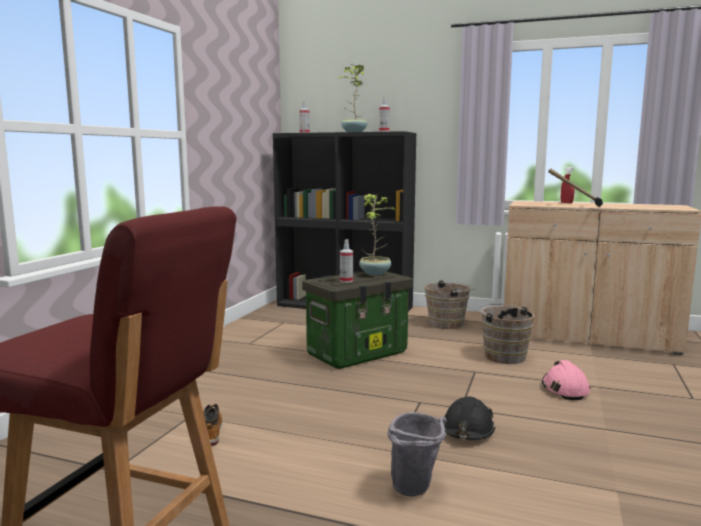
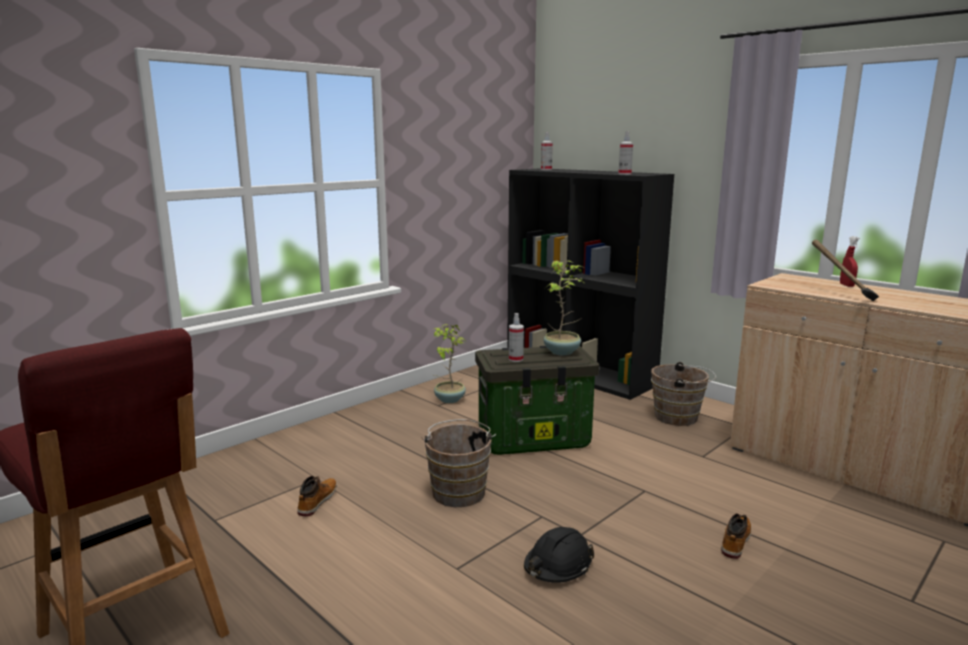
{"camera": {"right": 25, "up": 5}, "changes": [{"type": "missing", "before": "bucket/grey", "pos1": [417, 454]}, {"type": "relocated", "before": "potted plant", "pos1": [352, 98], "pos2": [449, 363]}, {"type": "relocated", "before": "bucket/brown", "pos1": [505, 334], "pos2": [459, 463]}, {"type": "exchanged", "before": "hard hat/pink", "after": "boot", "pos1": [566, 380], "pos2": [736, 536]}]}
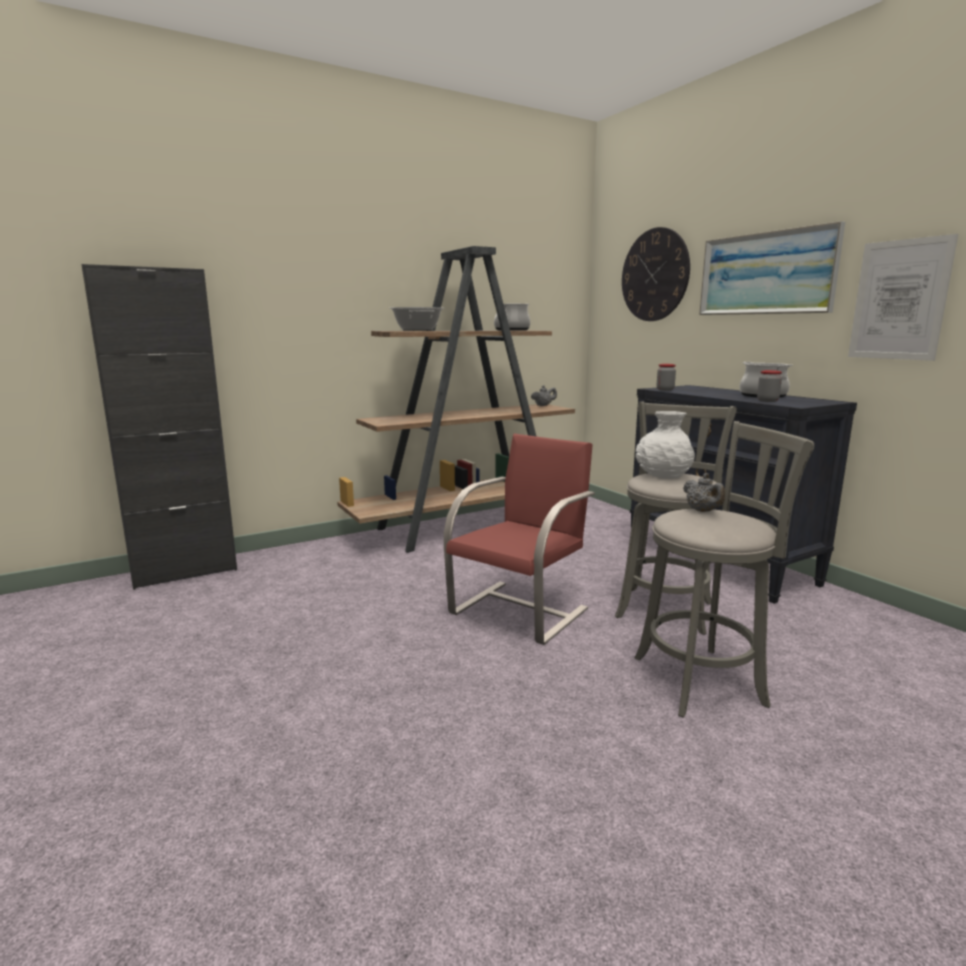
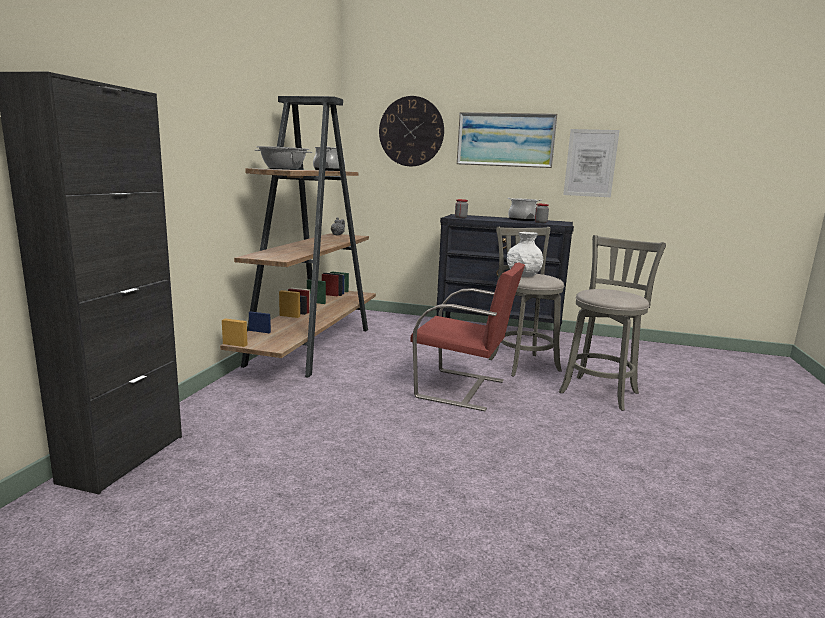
{"camera": {"right": -45, "up": 0}, "changes": [{"type": "missing", "before": "teapot/grey", "pos1": [704, 492]}, {"type": "spun", "before": "chair/red", "pos1": [519, 539], "pos2": [467, 336], "turn": 120}]}
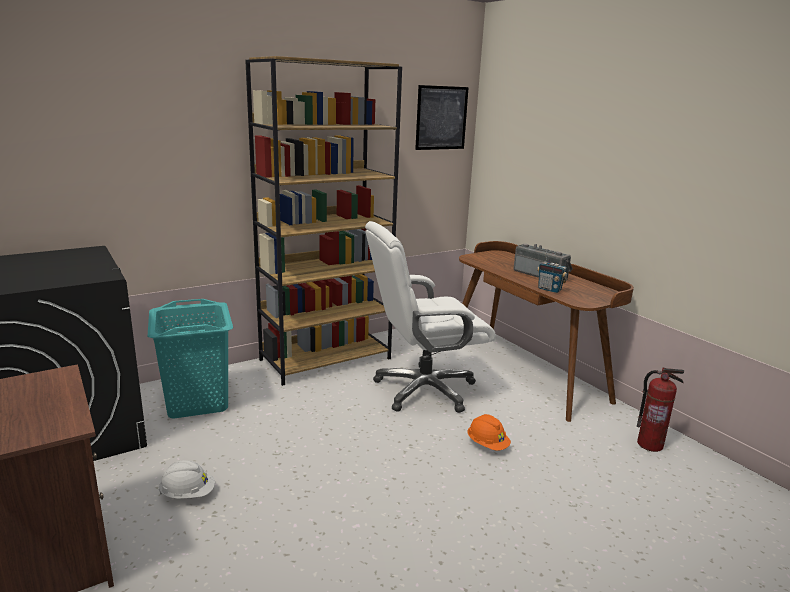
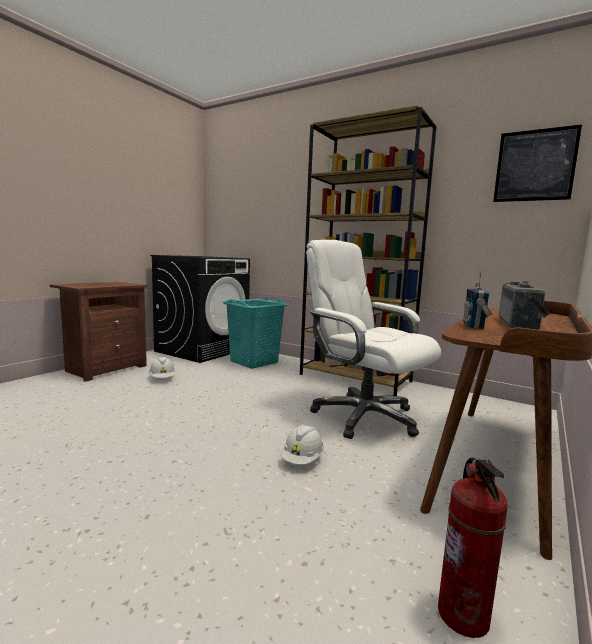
{"camera": {"right": 65, "up": -10}, "changes": [{"type": "colour", "before": "hard hat/orange", "after": "hard hat/white", "pos1": [489, 432], "pos2": [302, 445]}]}
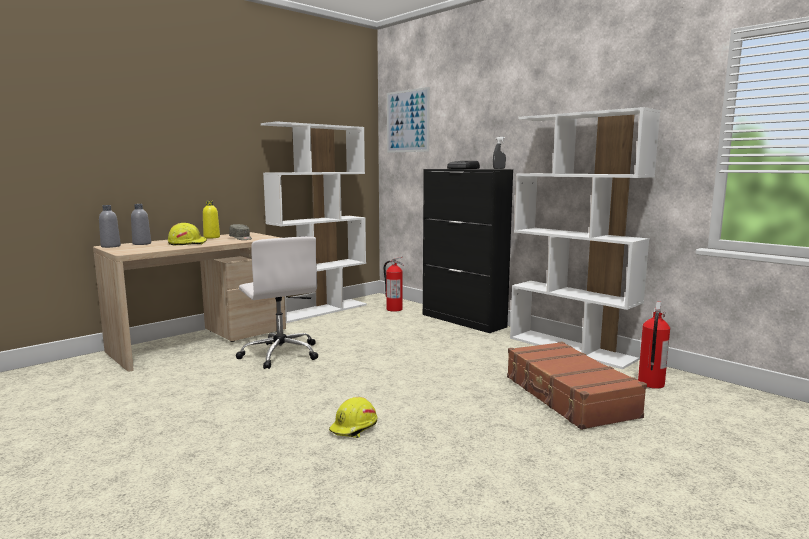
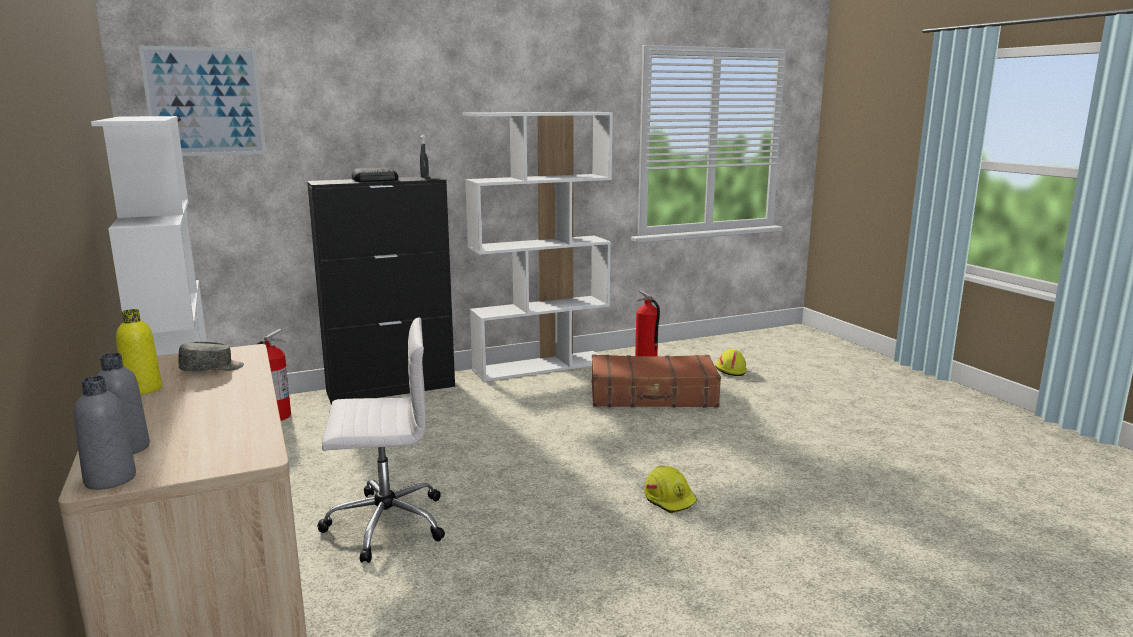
{"camera": {"right": -70, "up": 5}, "changes": [{"type": "relocated", "before": "hard hat/yellow", "pos1": [187, 234], "pos2": [731, 362]}]}
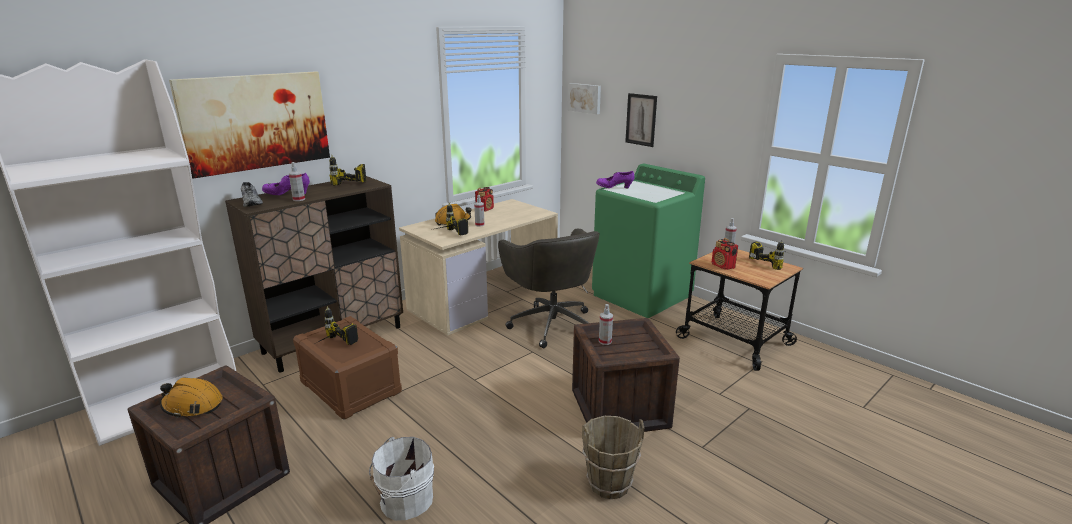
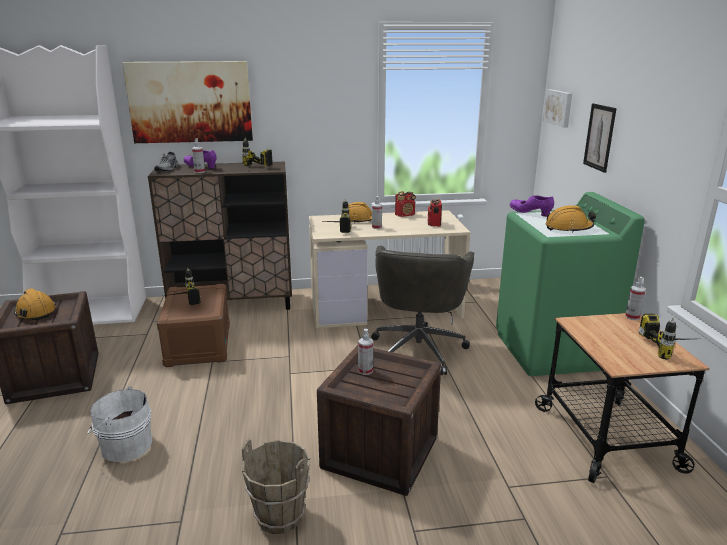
{"camera": {"right": 35, "up": 0}, "changes": [{"type": "appeared", "after": "hard hat/orange", "pos2": [571, 219]}, {"type": "relocated", "before": "radio", "pos1": [725, 254], "pos2": [435, 213]}]}
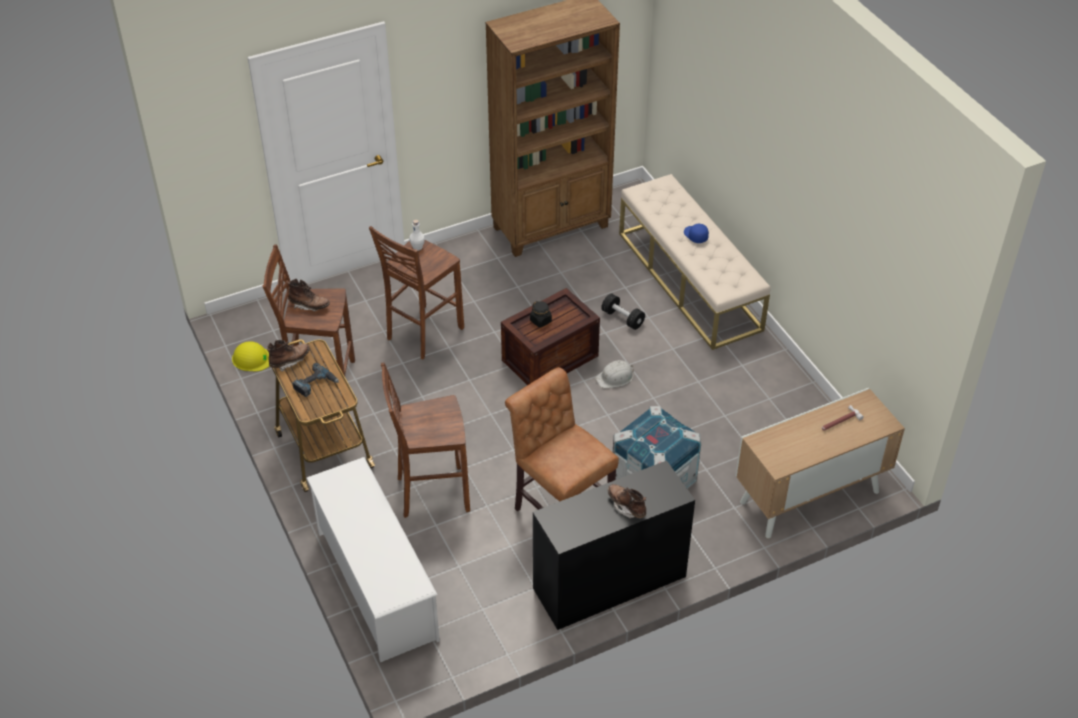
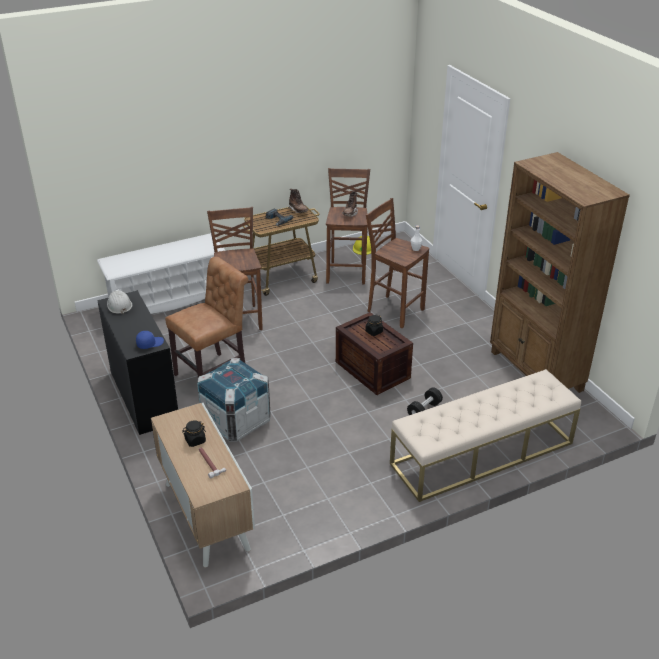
{"camera": {"right": 90, "up": -10}, "changes": [{"type": "missing", "before": "boot/brown", "pos1": [626, 501]}, {"type": "appeared", "after": "jar/black", "pos2": [194, 433]}, {"type": "relocated", "before": "hard hat/white", "pos1": [614, 374], "pos2": [119, 302]}, {"type": "relocated", "before": "cap/blue", "pos1": [696, 233], "pos2": [150, 340]}]}
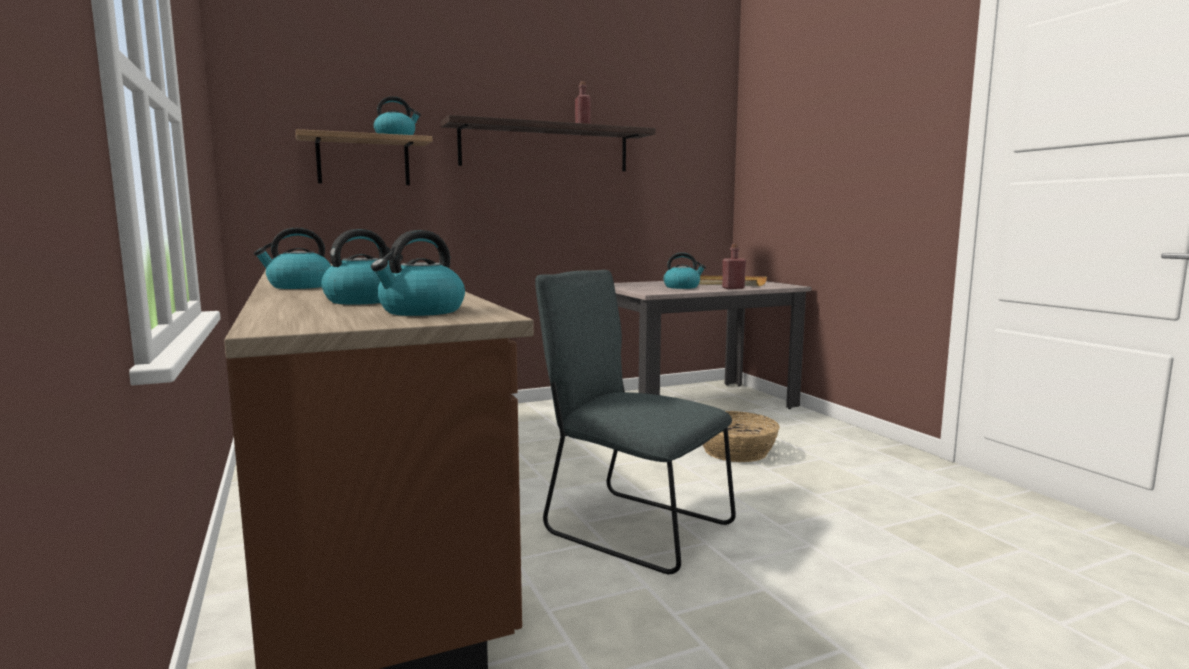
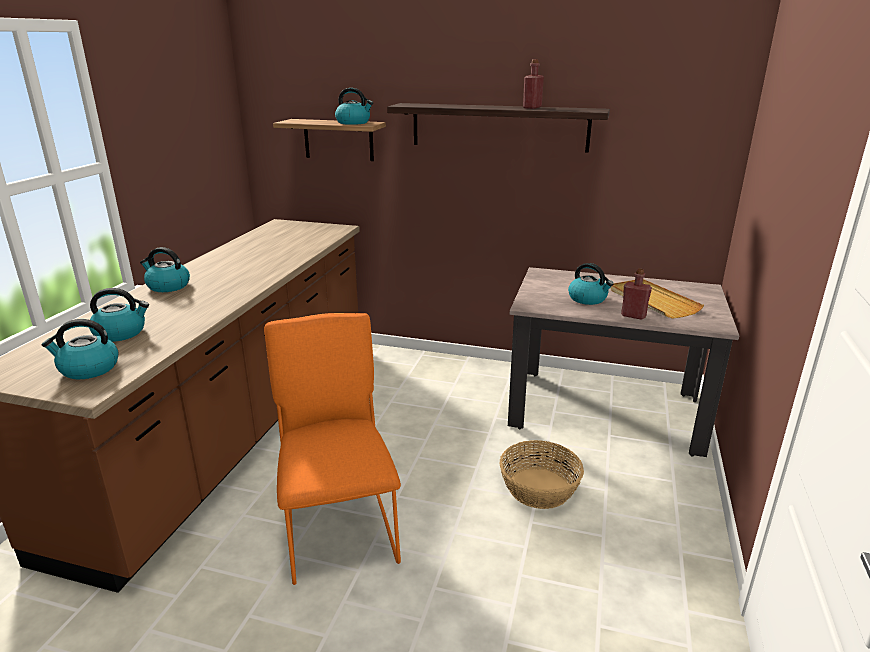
{"camera": {"right": 40, "up": 15}, "changes": [{"type": "colour", "before": "chair/grey", "after": "chair/orange", "pos1": [635, 422], "pos2": [332, 449]}]}
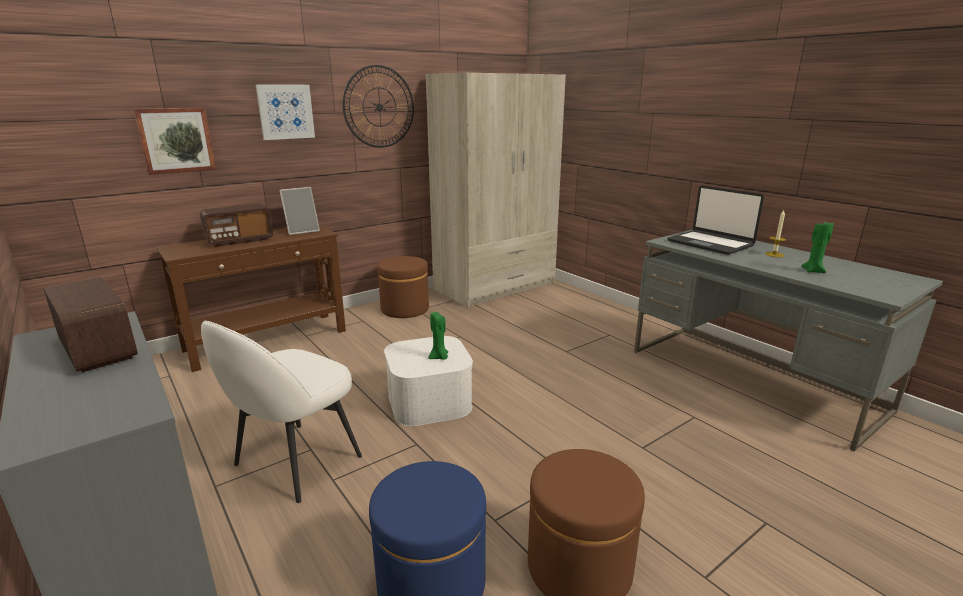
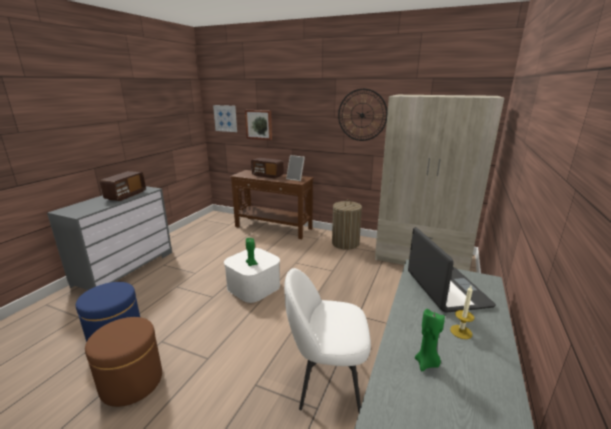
{"camera": {"right": 60, "up": 0}, "changes": [{"type": "relocated", "before": "chair/white", "pos1": [281, 412], "pos2": [327, 340]}, {"type": "relocated", "before": "picture", "pos1": [285, 112], "pos2": [225, 118]}, {"type": "exchanged", "before": "ottoman/brown", "after": "laundry basket", "pos1": [403, 287], "pos2": [347, 224]}, {"type": "spun", "before": "laptop", "pos1": [715, 220], "pos2": [452, 270], "turn": 150}]}
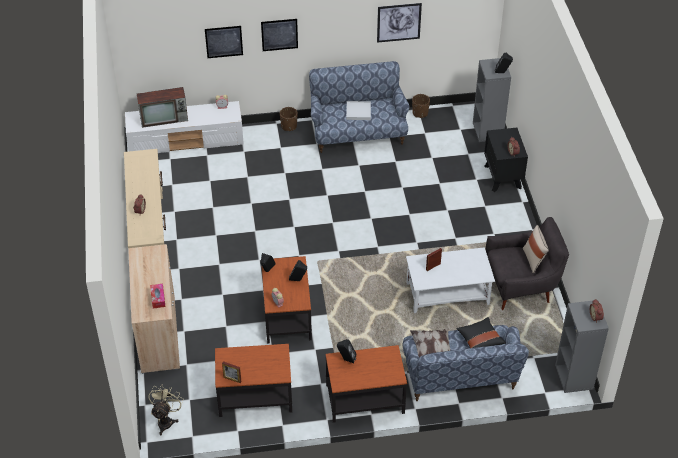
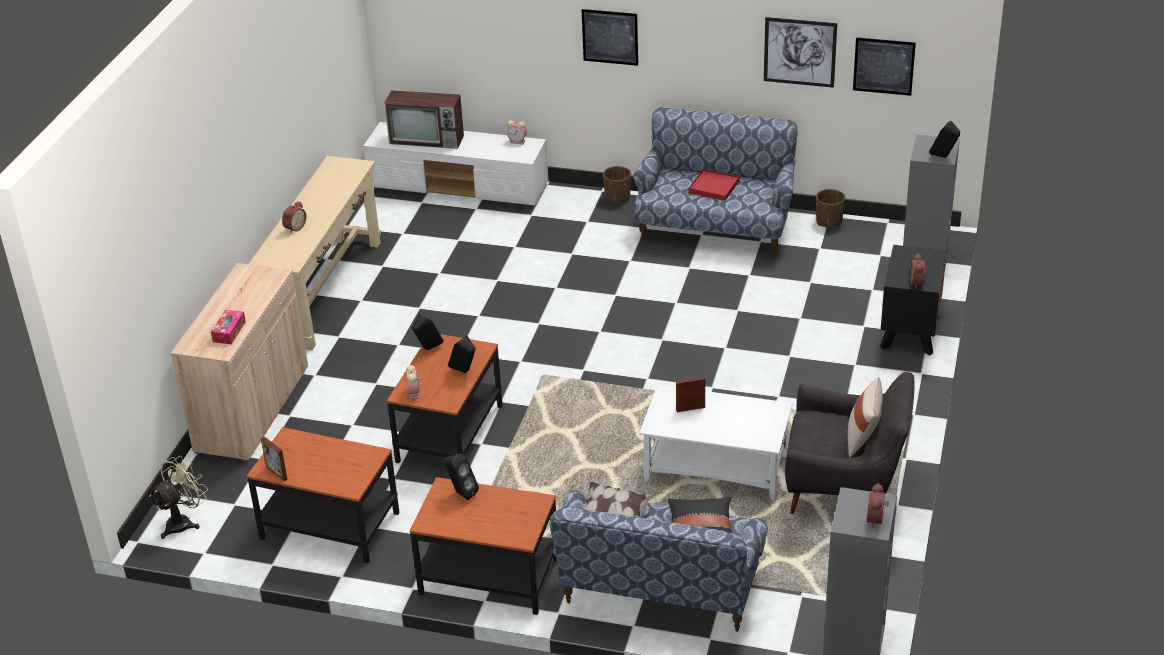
{"camera": {"right": 25, "up": -10}, "changes": [{"type": "relocated", "before": "picture", "pos1": [224, 42], "pos2": [884, 66]}, {"type": "colour", "before": "tray/white", "after": "tray/red", "pos1": [358, 110], "pos2": [714, 185]}]}
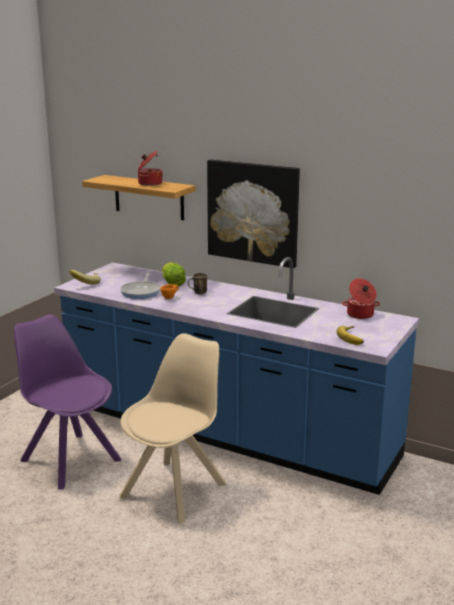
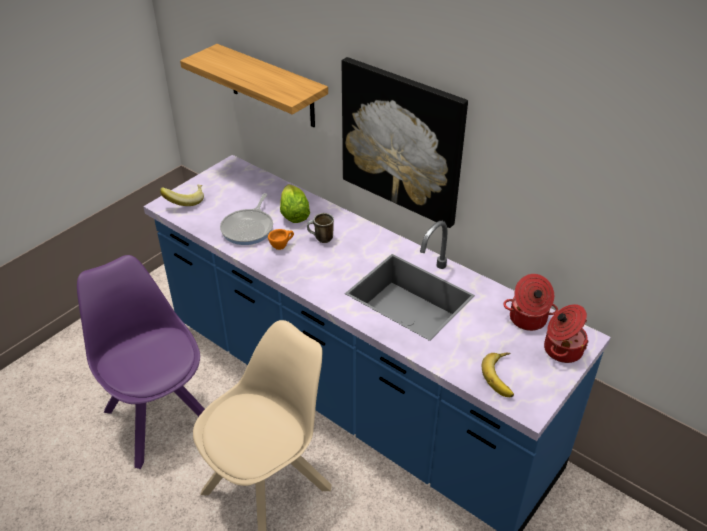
{"camera": {"right": 10, "up": 20}, "changes": [{"type": "relocated", "before": "cooking pot", "pos1": [150, 168], "pos2": [566, 333]}]}
